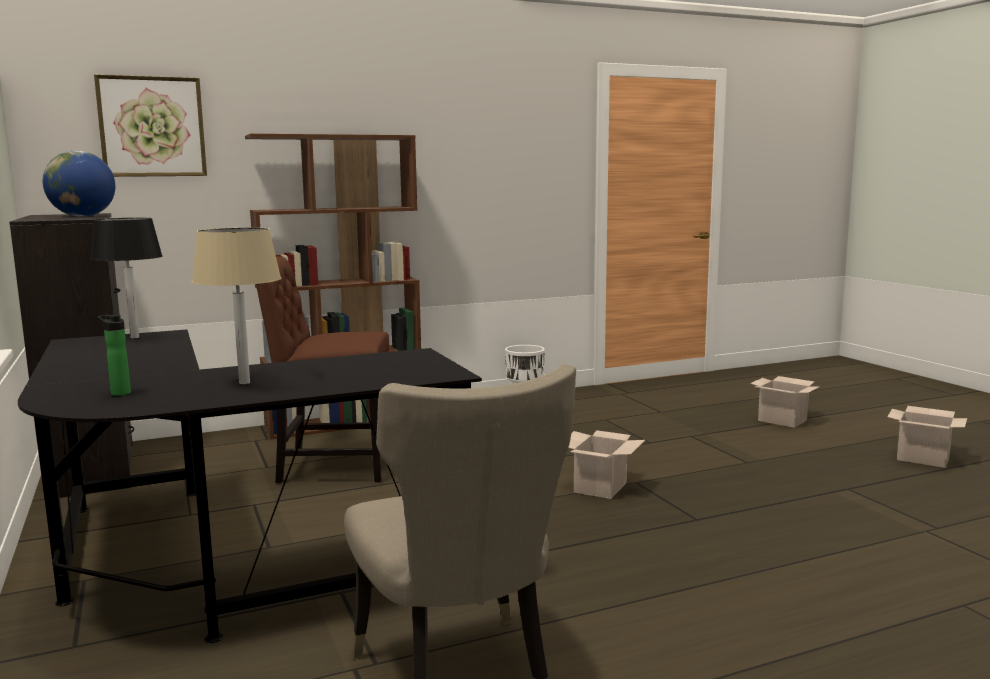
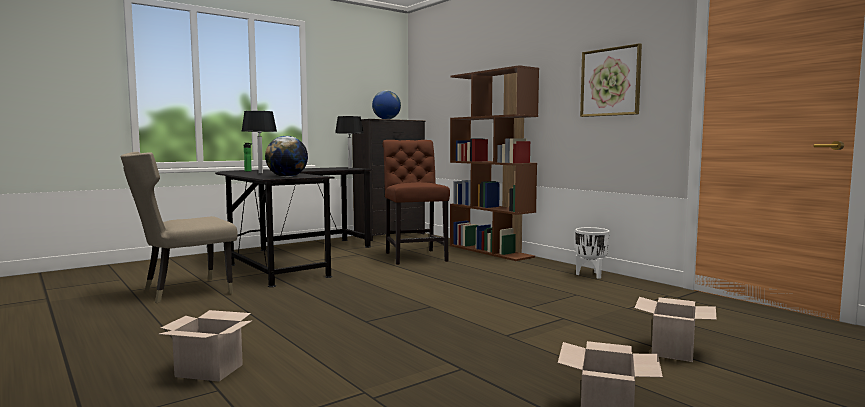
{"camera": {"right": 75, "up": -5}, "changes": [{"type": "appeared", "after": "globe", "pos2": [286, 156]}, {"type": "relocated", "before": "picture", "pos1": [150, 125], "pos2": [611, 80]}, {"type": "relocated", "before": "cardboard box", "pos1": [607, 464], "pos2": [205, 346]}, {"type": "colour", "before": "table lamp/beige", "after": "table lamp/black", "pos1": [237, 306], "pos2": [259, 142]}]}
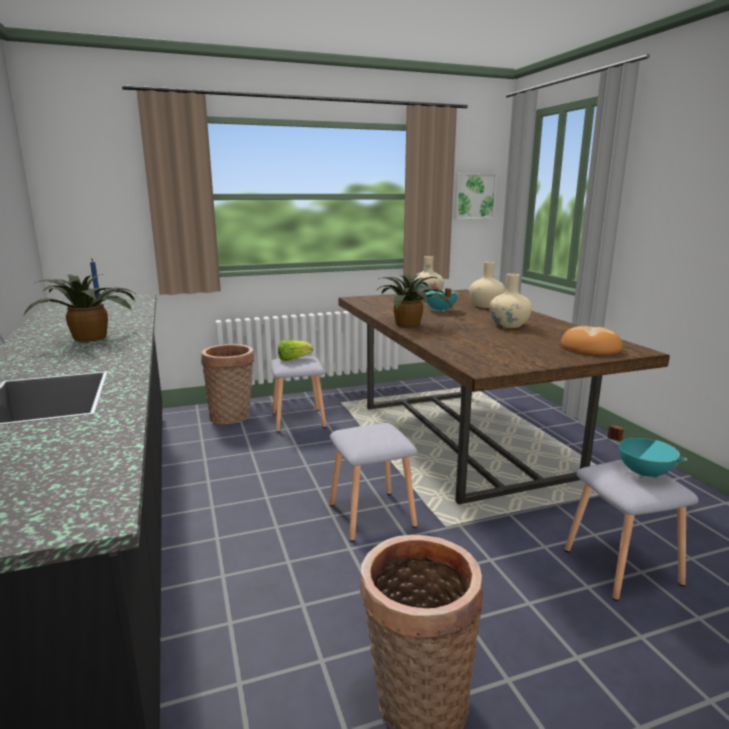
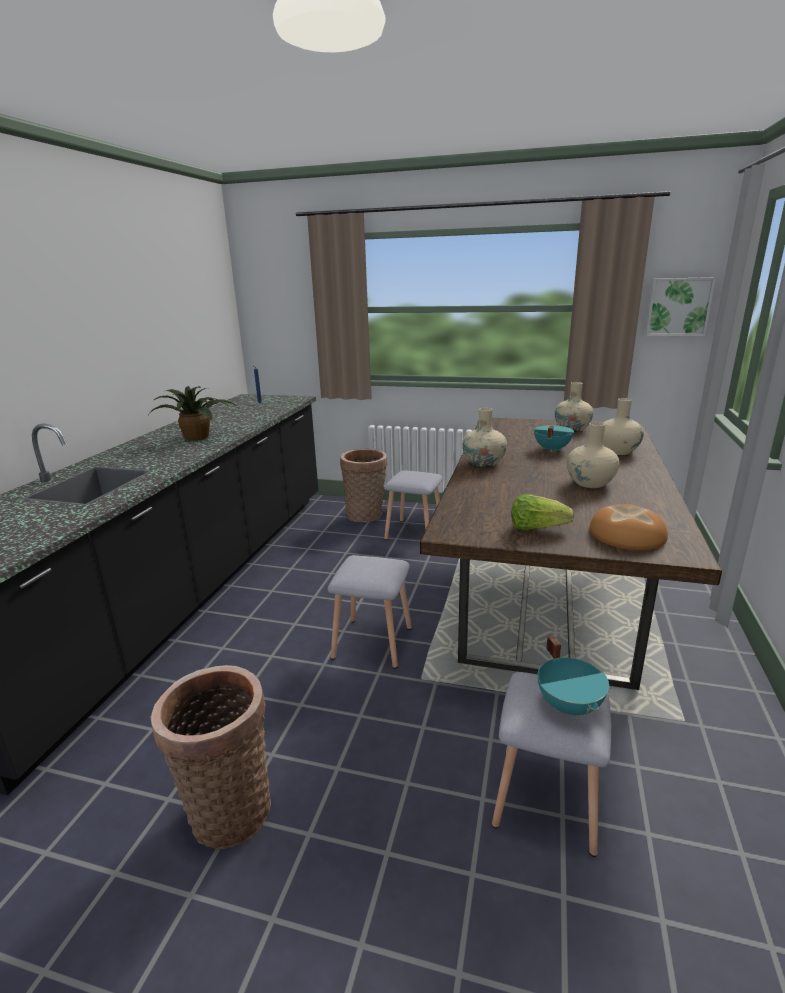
{"camera": {"right": 35, "up": 5}, "changes": [{"type": "relocated", "before": "lettuce", "pos1": [295, 350], "pos2": [542, 512]}, {"type": "exchanged", "before": "potted plant", "after": "vase/beige", "pos1": [414, 300], "pos2": [484, 437]}]}
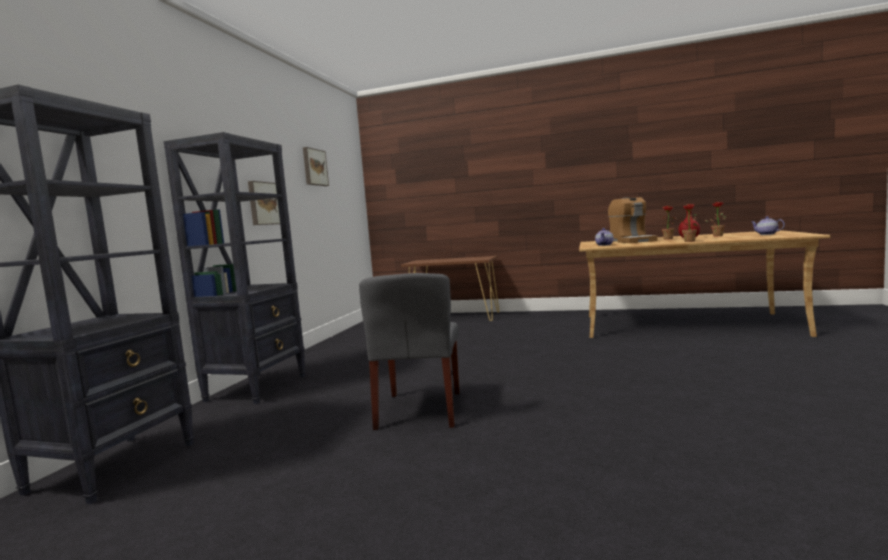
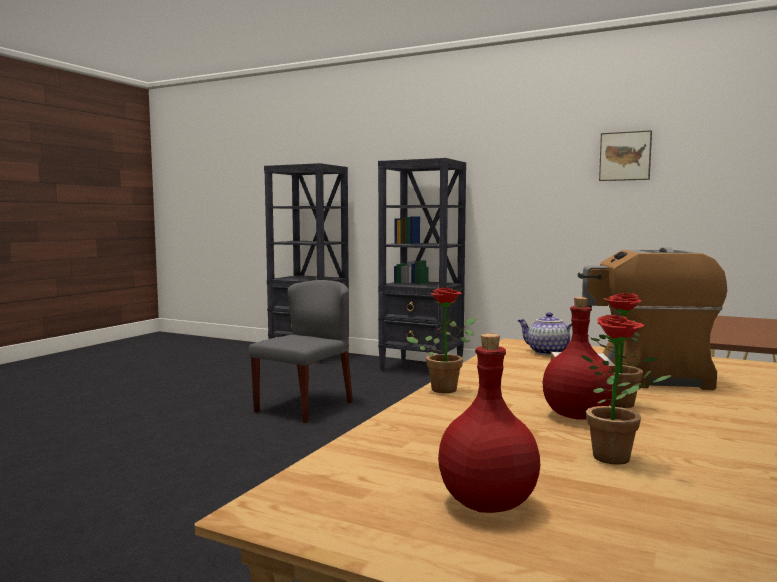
{"camera": {"right": 100, "up": 0}, "changes": [{"type": "missing", "before": "picture", "pos1": [264, 203]}, {"type": "exchanged", "before": "teapot", "after": "bottle/red", "pos1": [768, 225], "pos2": [489, 423]}, {"type": "spun", "before": "chair/grey", "pos1": [409, 351], "pos2": [300, 351], "turn": 105}]}
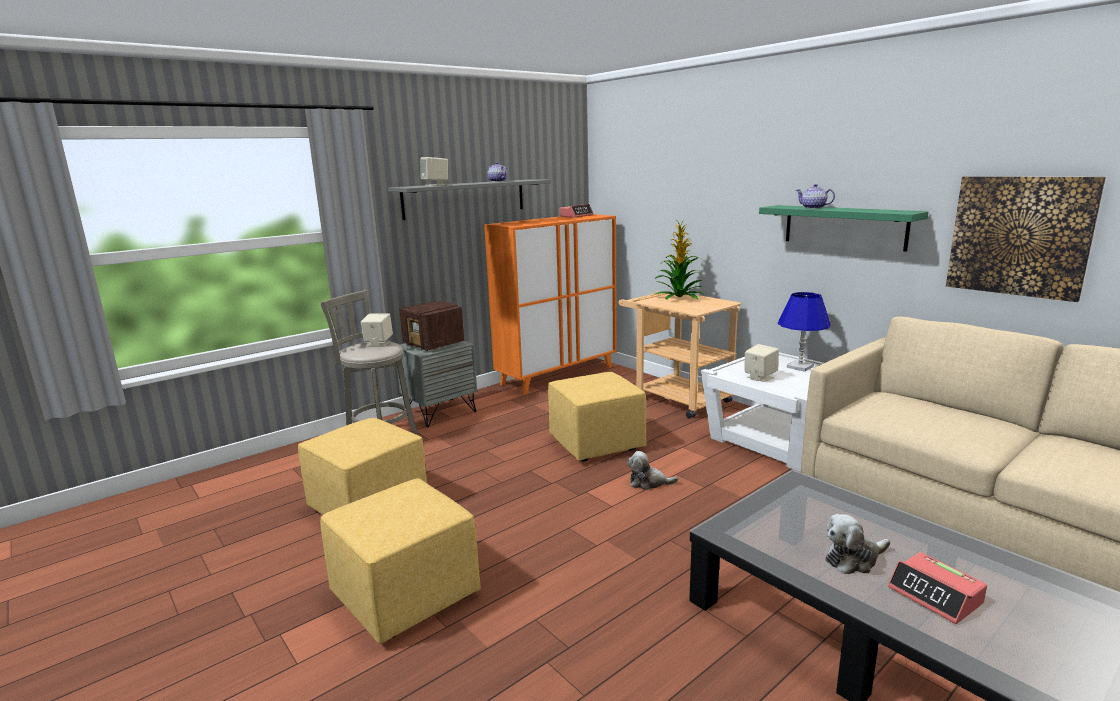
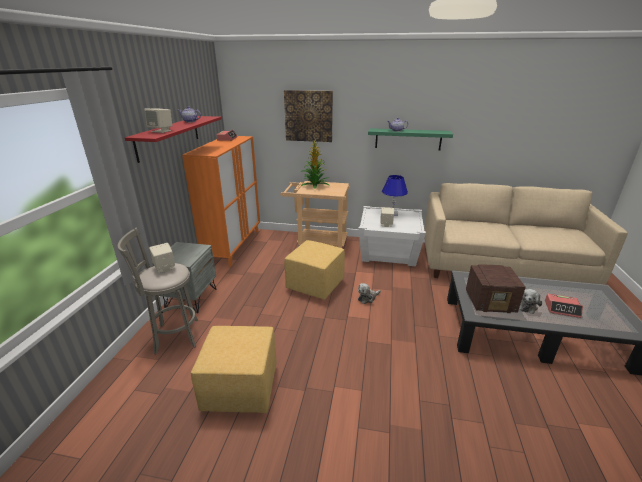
{"camera": {"right": -40, "up": 10}, "changes": [{"type": "missing", "before": "ottoman/yellow", "pos1": [400, 561]}, {"type": "relocated", "before": "radio", "pos1": [431, 326], "pos2": [496, 288]}, {"type": "relocated", "before": "picture", "pos1": [1026, 239], "pos2": [308, 116]}, {"type": "colour", "before": "shelf/grey", "after": "shelf/red", "pos1": [469, 199], "pos2": [173, 139]}]}
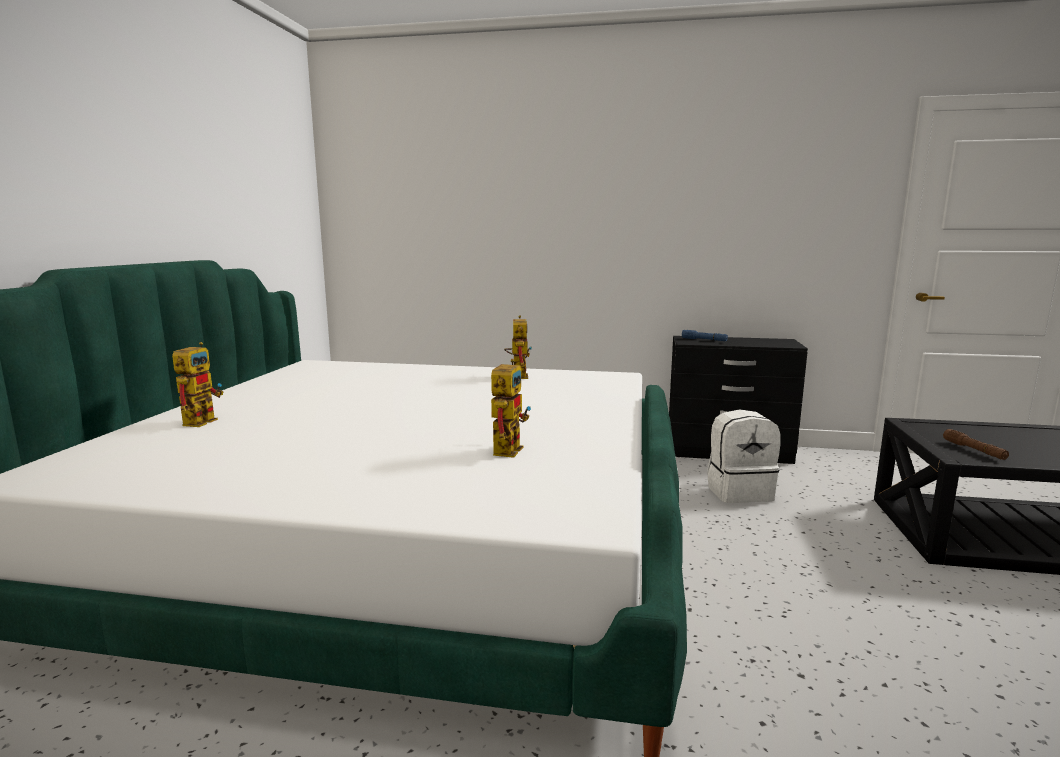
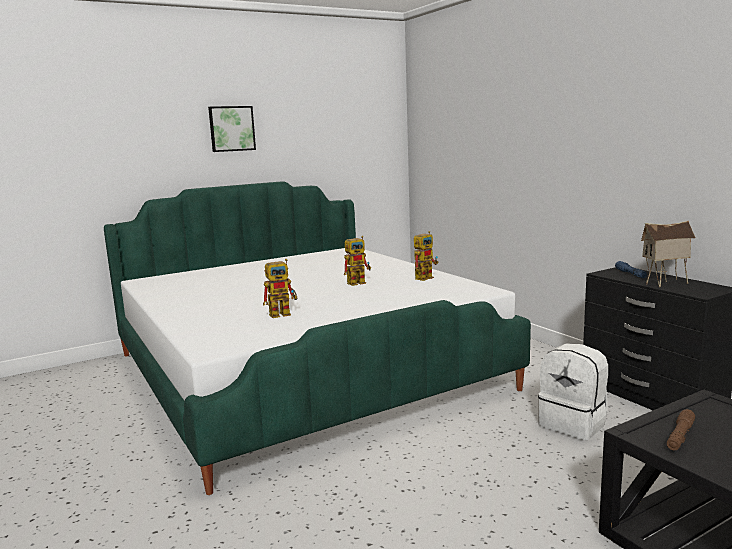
{"camera": {"right": 50, "up": 0}, "changes": [{"type": "appeared", "after": "picture", "pos2": [232, 129]}, {"type": "appeared", "after": "toy house", "pos2": [668, 254]}, {"type": "relocated", "before": "toy robot", "pos1": [198, 384], "pos2": [357, 261]}]}
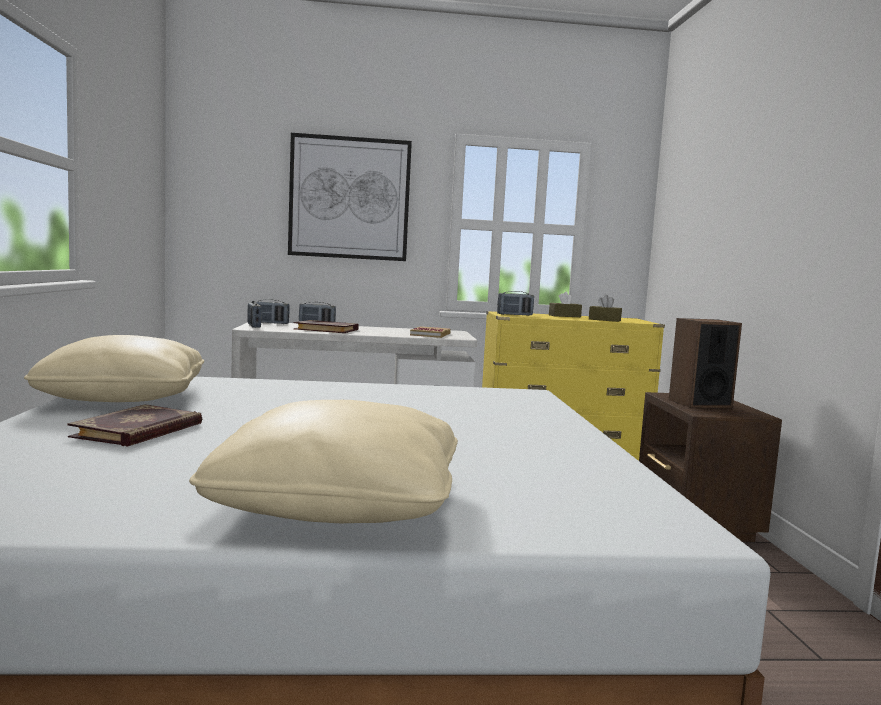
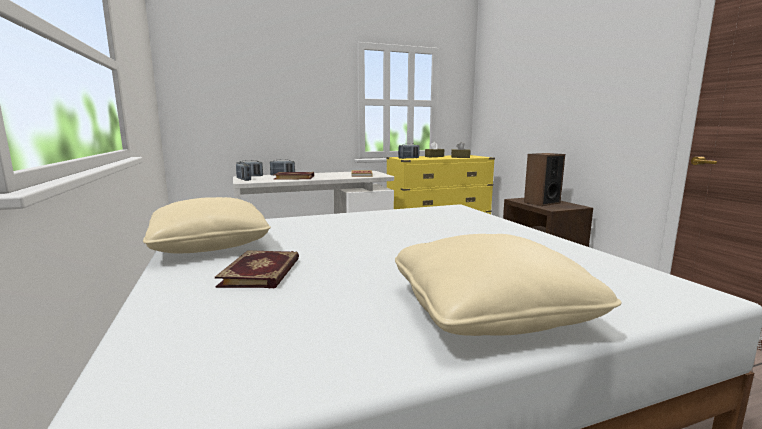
{"camera": {"right": -15, "up": 5}, "changes": [{"type": "missing", "before": "picture", "pos1": [350, 197]}]}
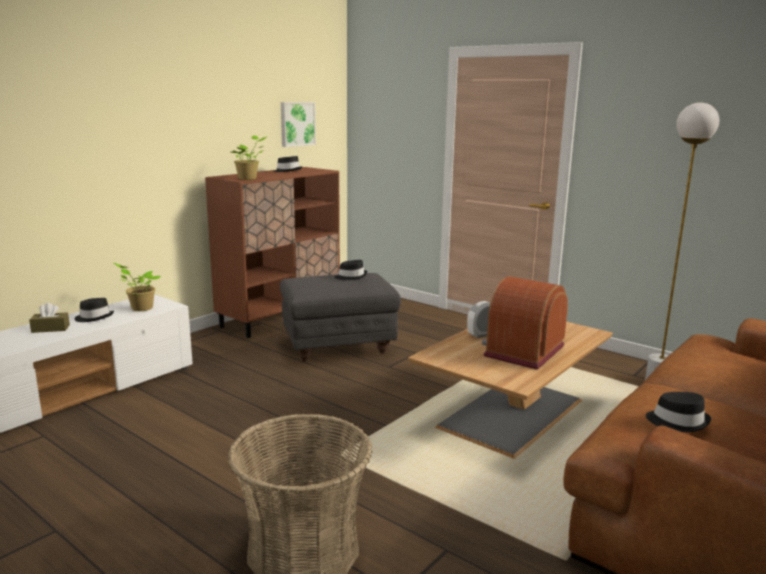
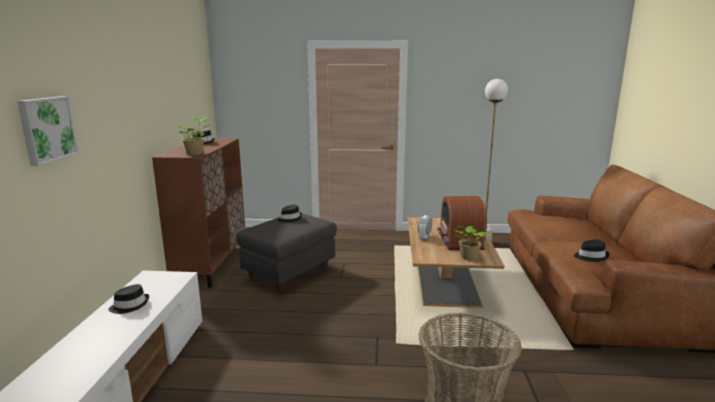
{"camera": {"right": -35, "up": 0}, "changes": [{"type": "missing", "before": "tissue box/brown", "pos1": [49, 318]}, {"type": "relocated", "before": "potted plant", "pos1": [137, 287], "pos2": [471, 243]}, {"type": "relocated", "before": "picture", "pos1": [298, 124], "pos2": [48, 131]}]}
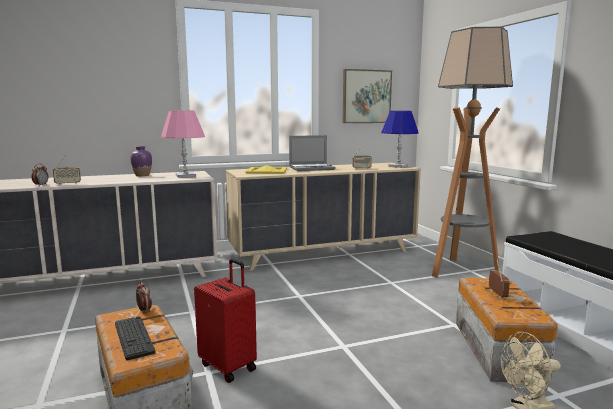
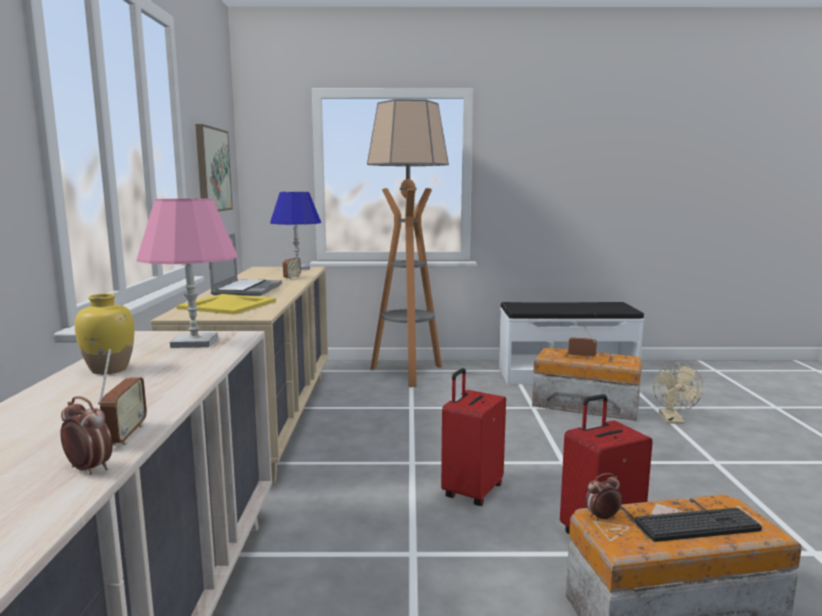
{"camera": {"right": -70, "up": 0}, "changes": [{"type": "appeared", "after": "suitcase/red", "pos2": [473, 437]}, {"type": "colour", "before": "vase/purple", "after": "vase/yellow", "pos1": [141, 161], "pos2": [105, 334]}]}
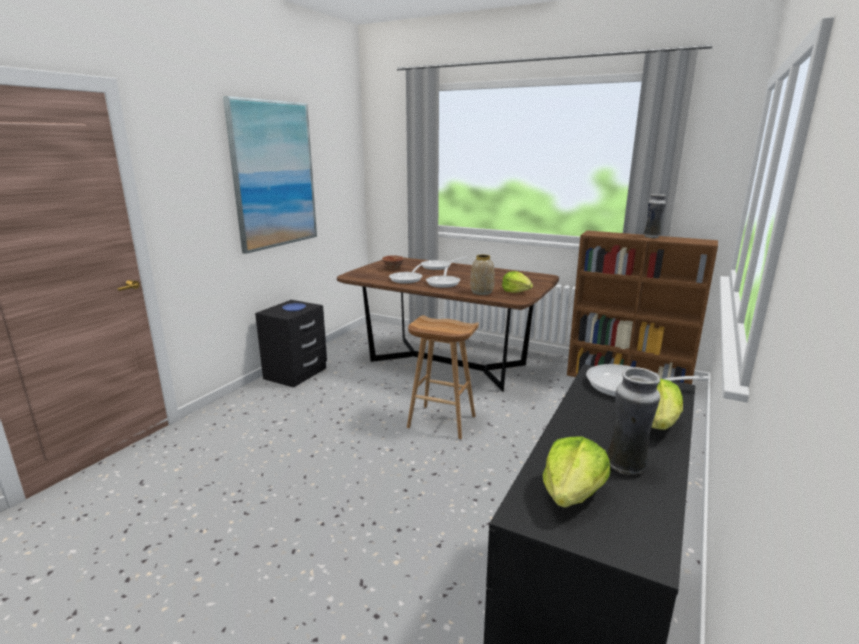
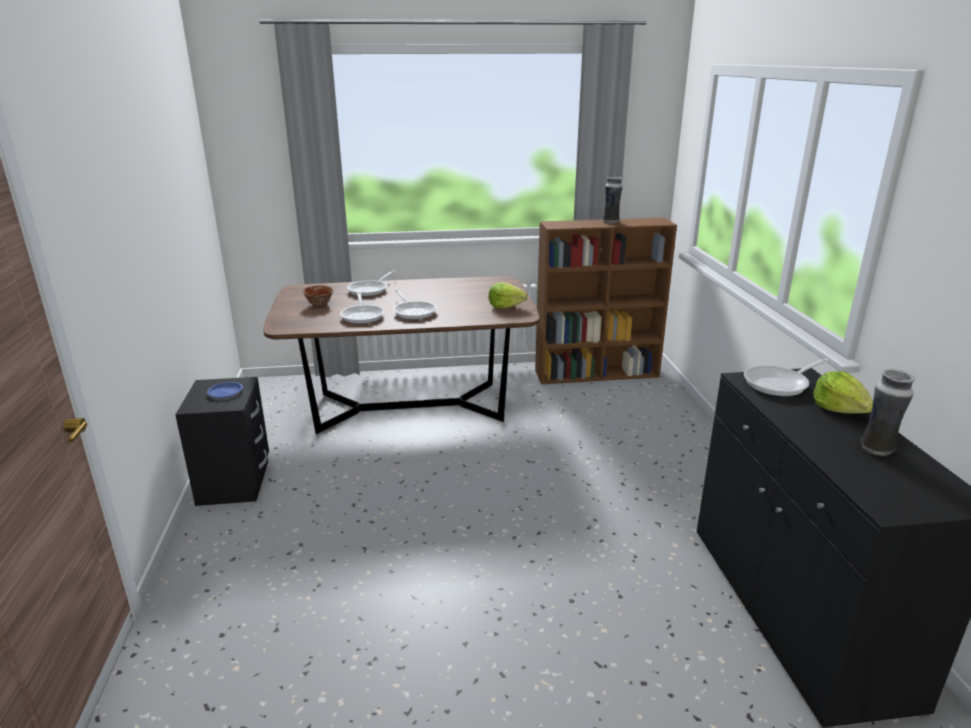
{"camera": {"right": -35, "up": 5}, "changes": [{"type": "missing", "before": "picture", "pos1": [270, 175]}, {"type": "missing", "before": "stool/brown", "pos1": [443, 377]}, {"type": "missing", "before": "vase", "pos1": [482, 275]}, {"type": "missing", "before": "lettuce", "pos1": [576, 472]}]}
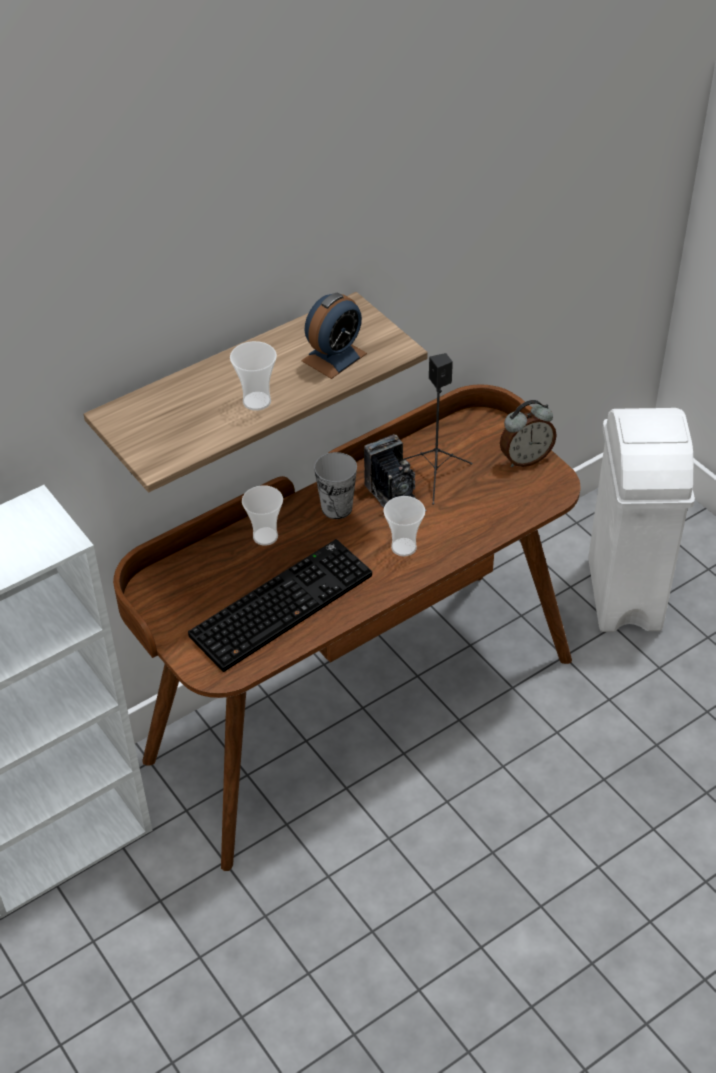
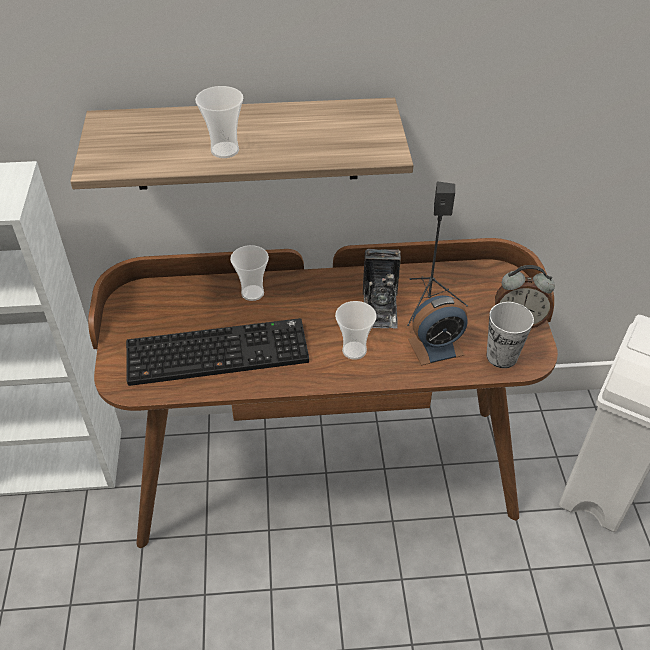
{"camera": {"right": 30, "up": 0}, "changes": [{"type": "relocated", "before": "alarm clock", "pos1": [334, 335], "pos2": [438, 330]}, {"type": "relocated", "before": "cup", "pos1": [335, 485], "pos2": [510, 335]}]}
